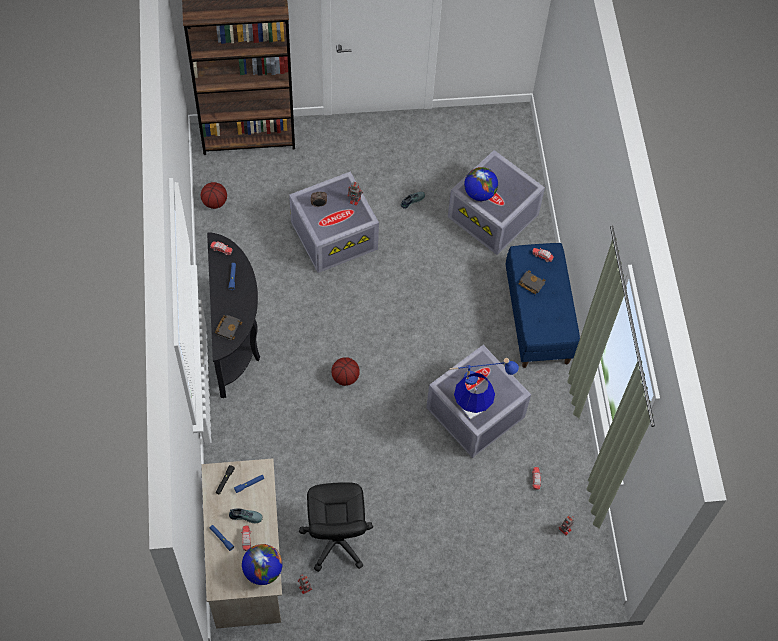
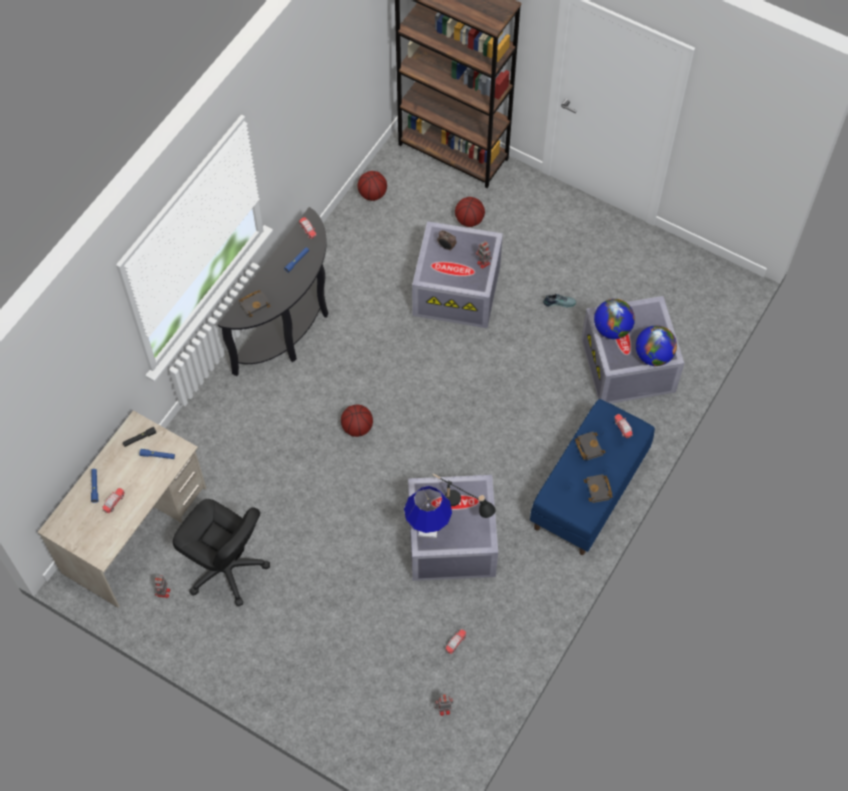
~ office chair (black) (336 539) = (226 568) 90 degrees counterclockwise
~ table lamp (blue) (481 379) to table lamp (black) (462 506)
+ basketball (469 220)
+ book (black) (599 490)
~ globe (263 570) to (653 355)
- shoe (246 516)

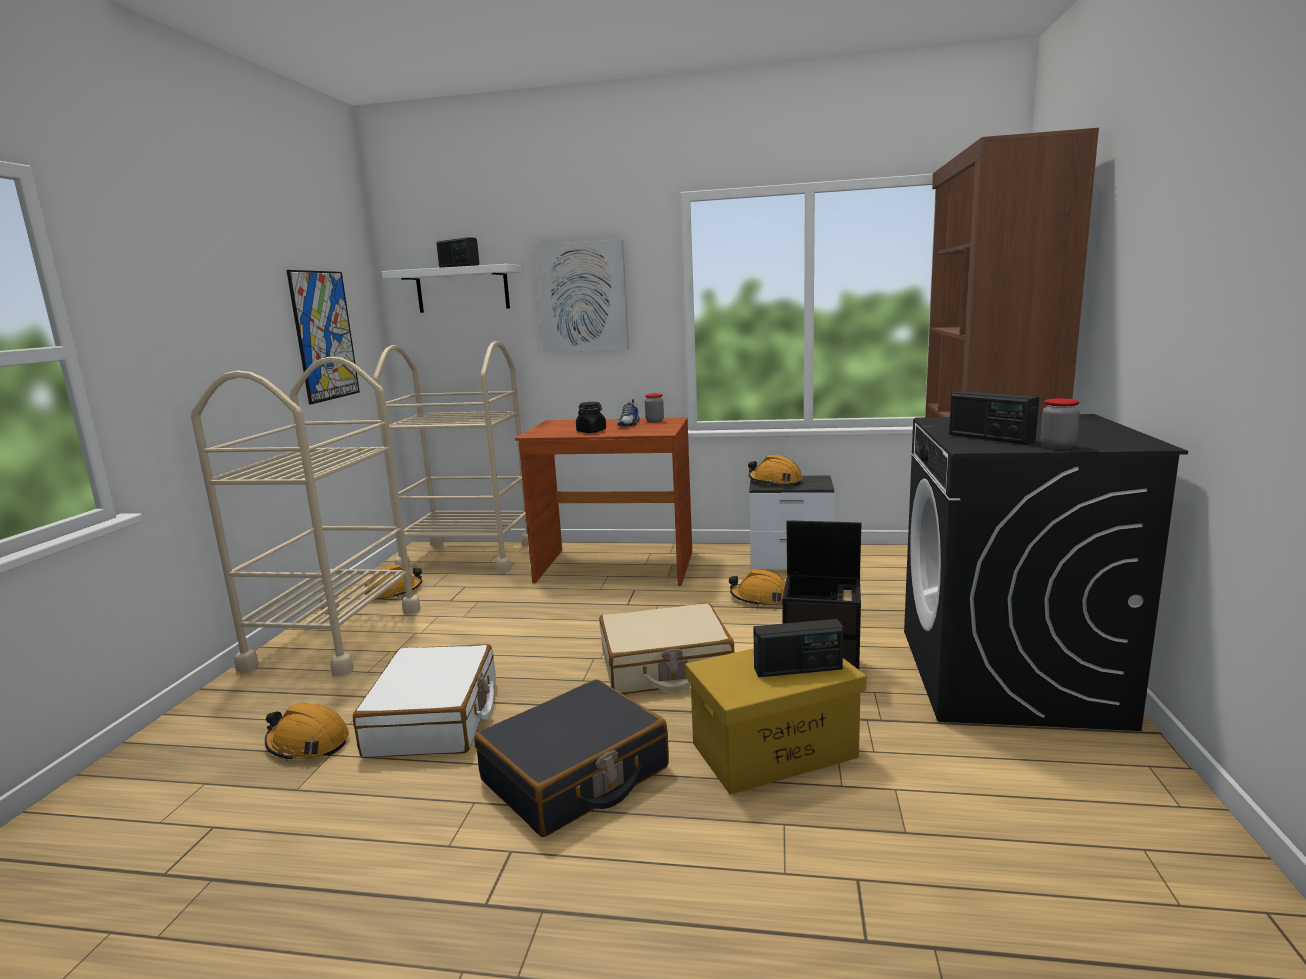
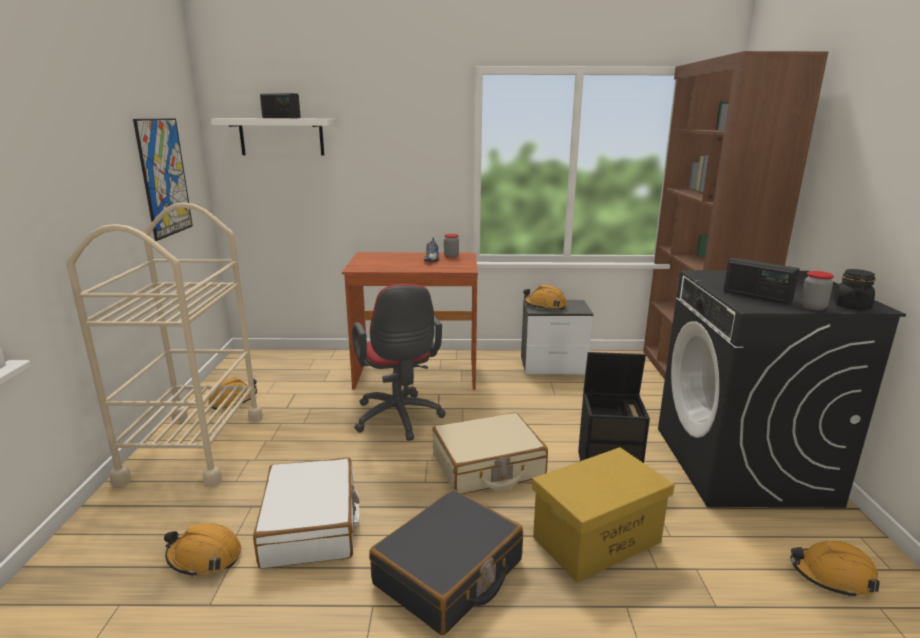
+ office chair (red) (399 419)
~ hard hat (orange) (760 598) to (832 576)
~ jar (black) (591 431) to (851 306)
- cart (beige) (468 556)
- picture (583 297)
- radio (798 669)

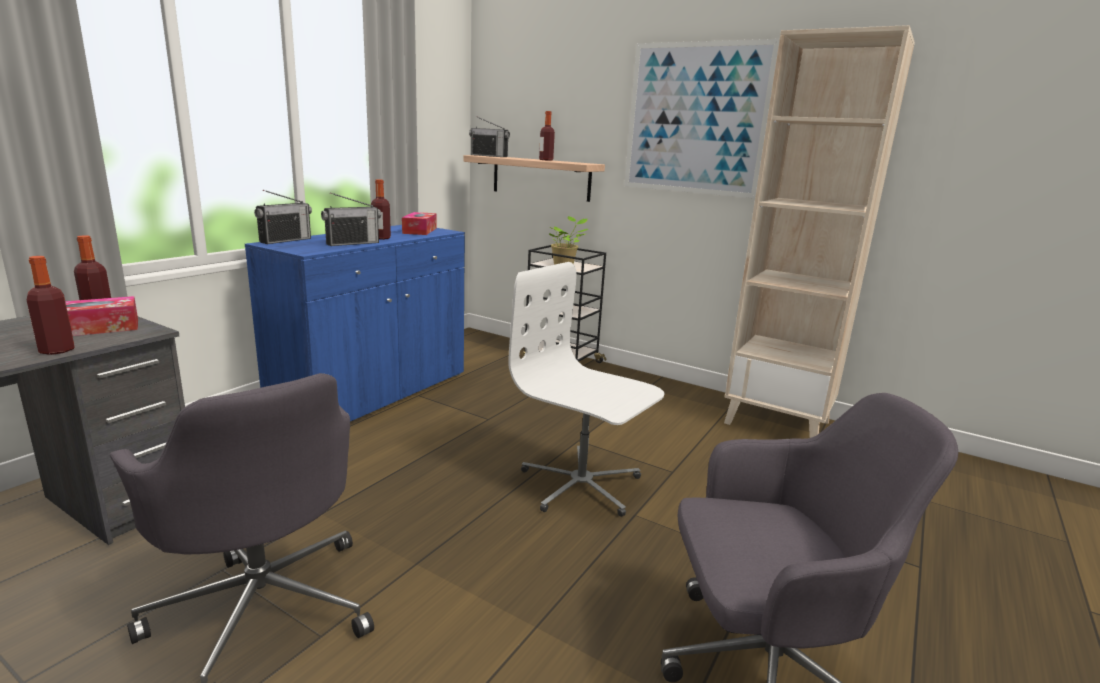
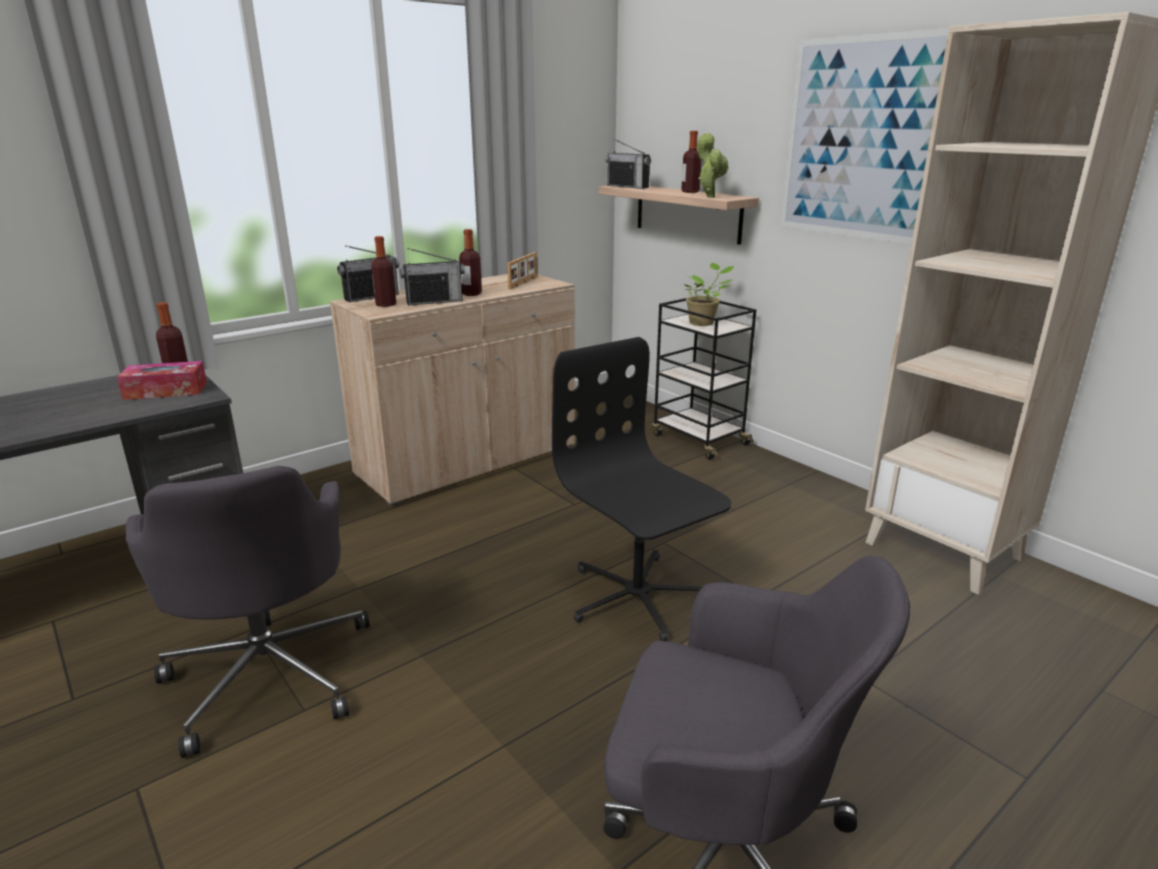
~ cabinet (blue) (373 393) to cabinet (beige) (468 461)
~ bottle (57 350) to (386 304)
~ tissue box (420 231) to picture frame (524 283)
~ office chair (white) (581 485) to office chair (black) (636 597)
+ potted plant (709 196)

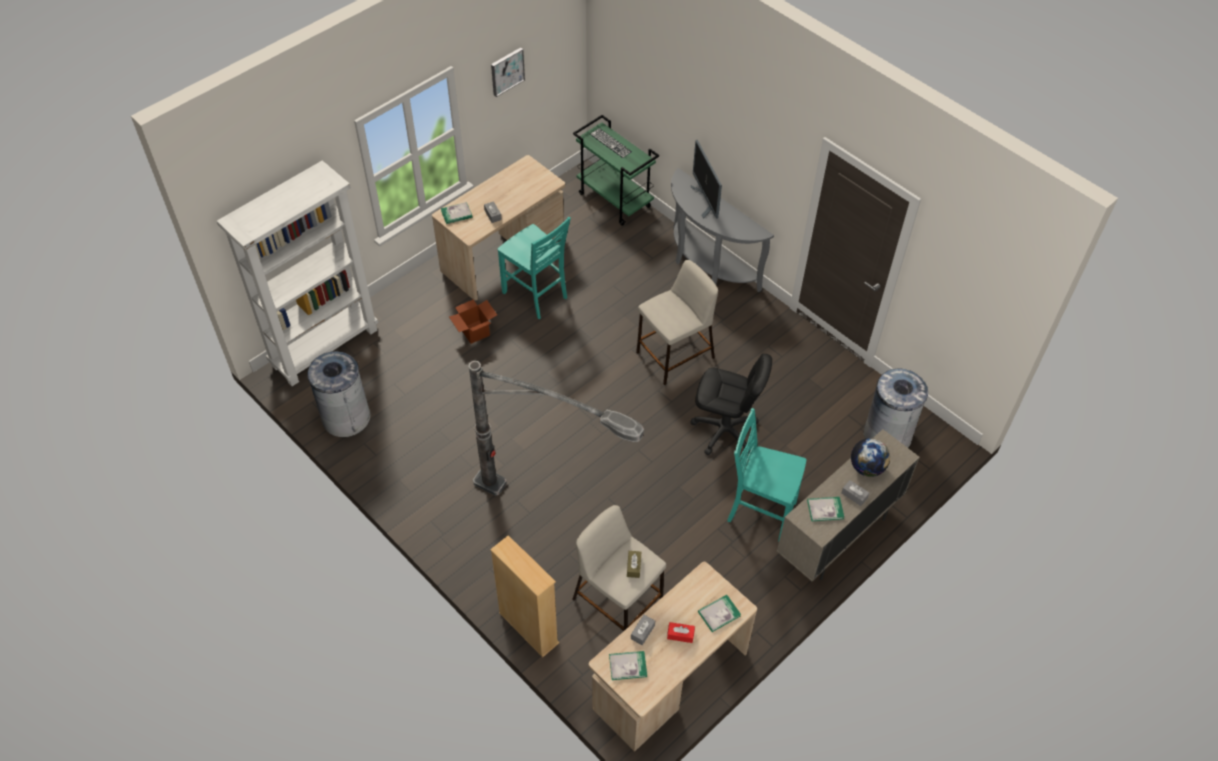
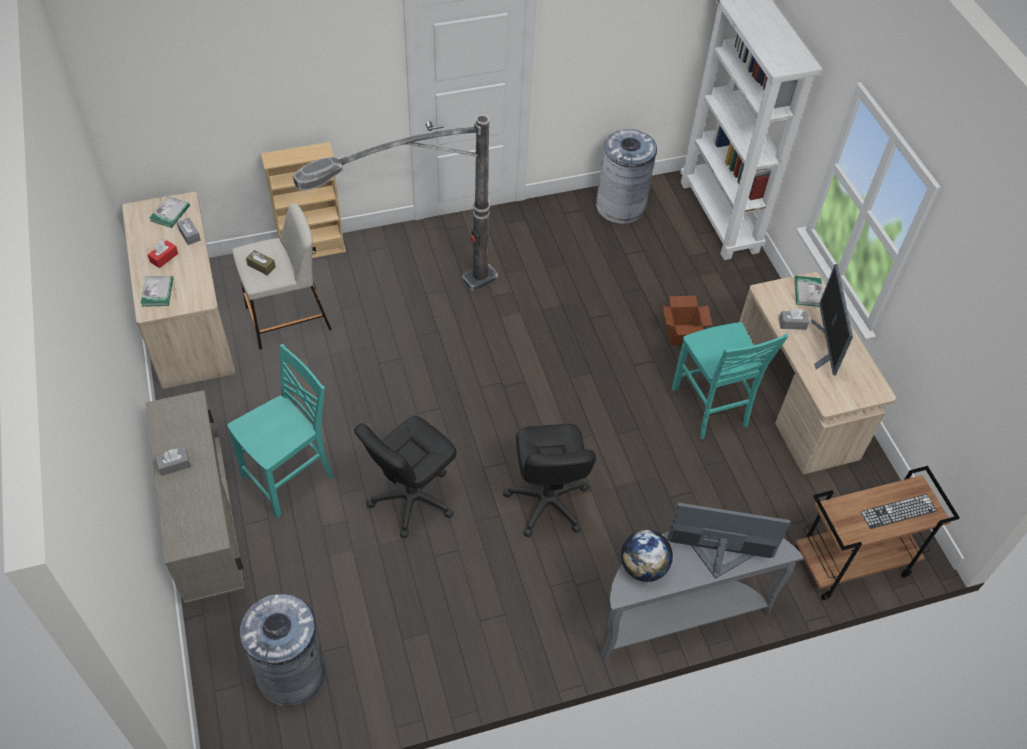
~ stool (beige) (674 356) to office chair (black) (547 502)
~ globe (867 468) to (643 567)
~ chair (turquoise) (536 295) = (711 408) 90 degrees counterclockwise
~ cart (green) (615 200) to cart (brown) (851 564)
+ monitor (827 347)
- picture (507 71)
- book (825 509)

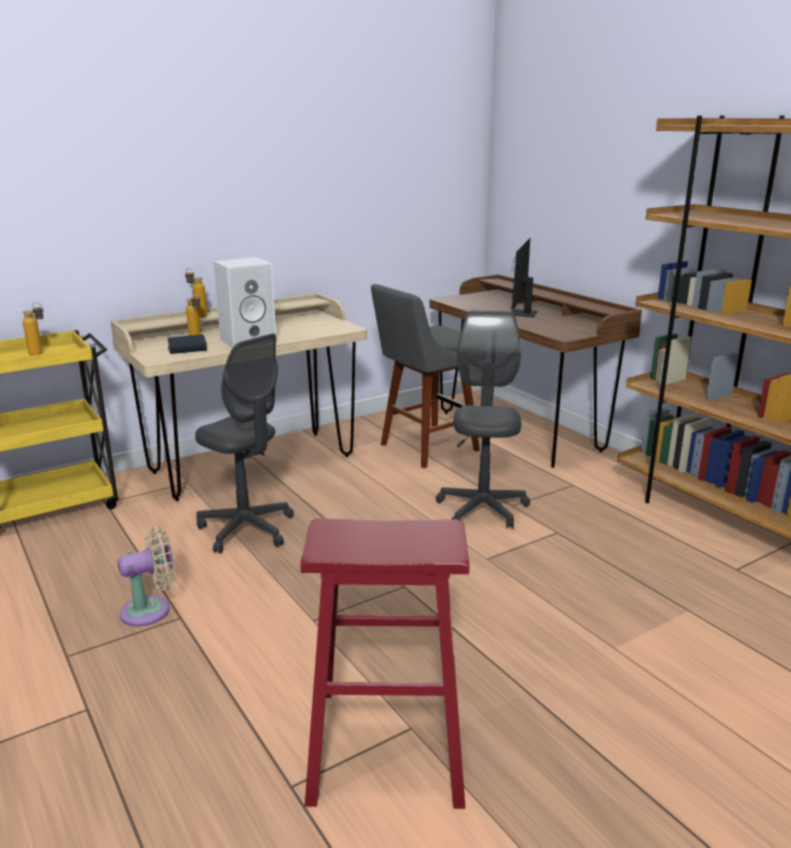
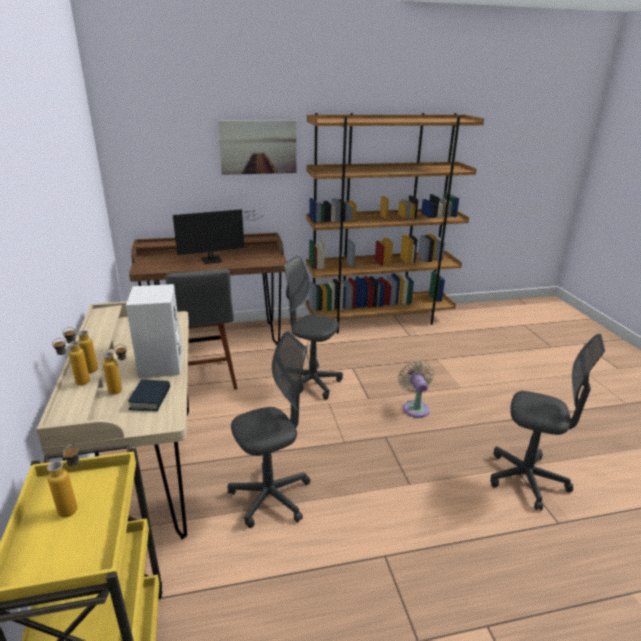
+ bottle (76 384)
~ monitor (521 314) = (215 260) 60 degrees counterclockwise
+ picture (258 147)
~ fan (beige) (151 610) to (415 407)
~ stool (red) (386 744) to office chair (grey) (526 479)

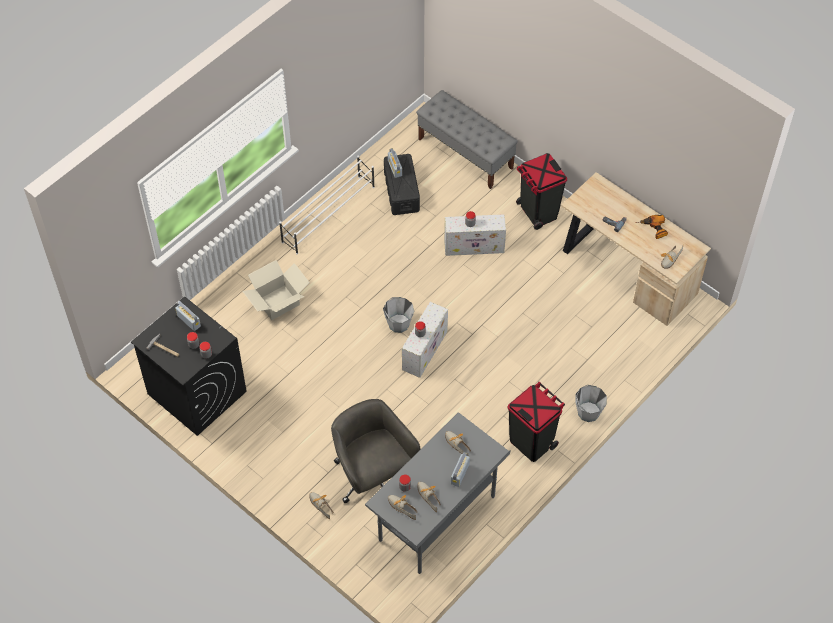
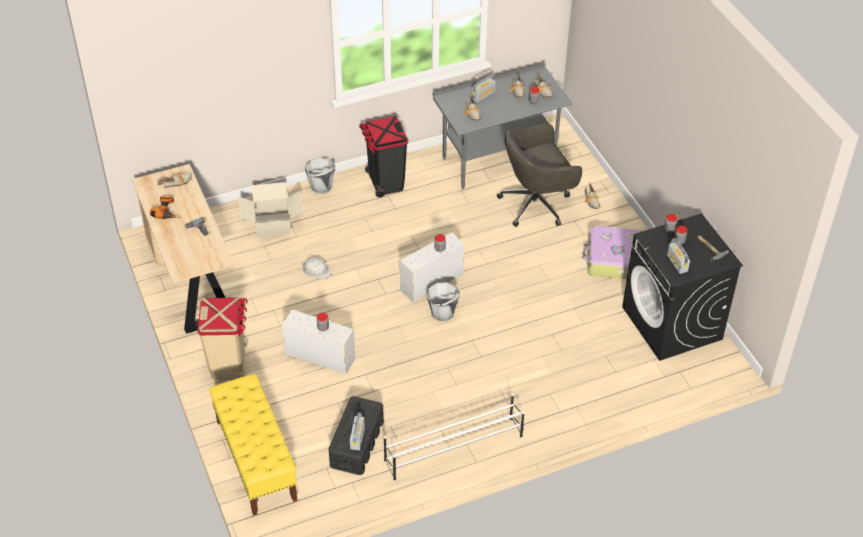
~ trash can (black) (538 212) to trash can (beige) (229 364)
~ bench (grey) (466 153) to bench (yellow) (256 460)
~ cardboard box (277 302) to (273 225)
+ hard hat (white) (317 270)
~ office chair (grey) (373 478) = (536 204) 75 degrees clockwise
+ suitcase (613 260)

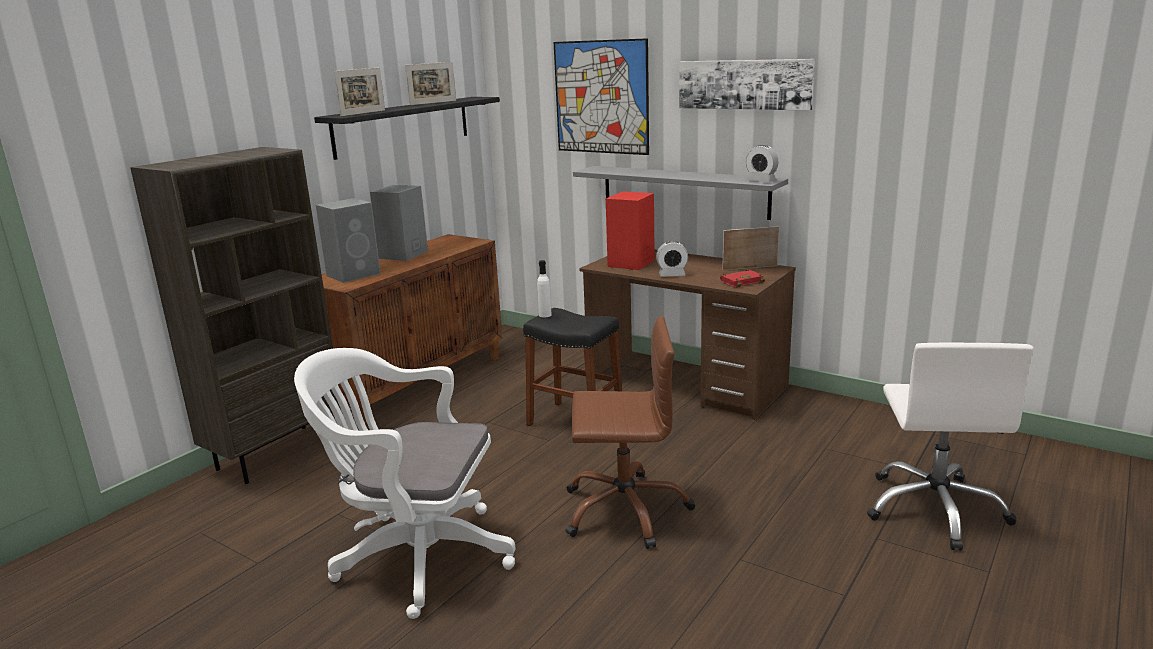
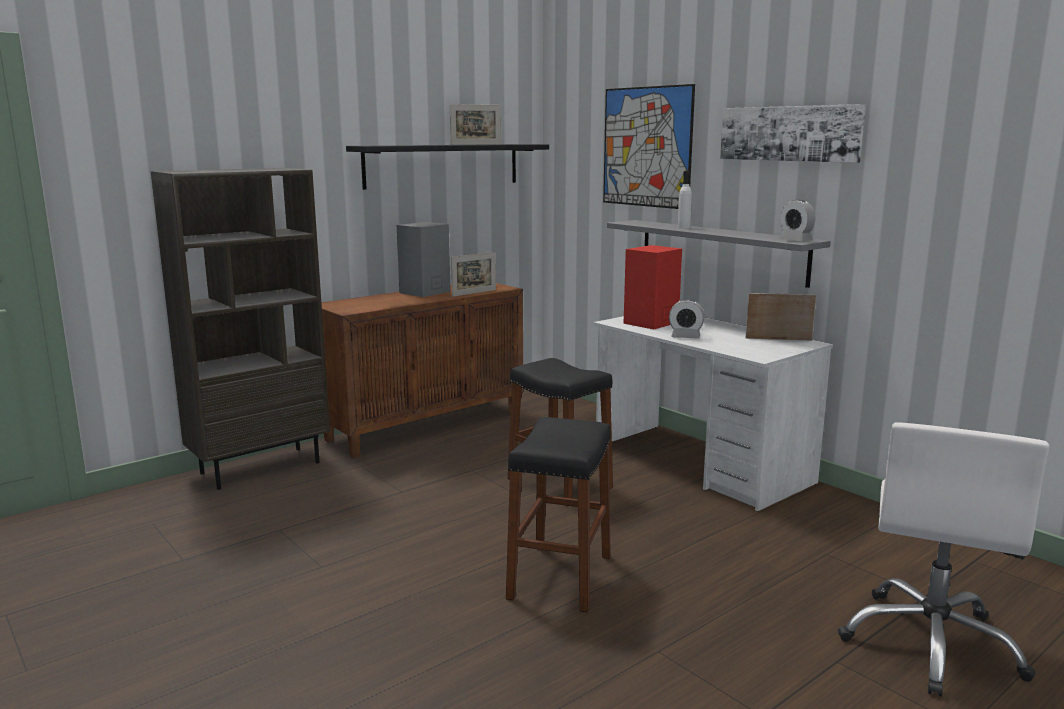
~ picture frame (363 113) to (474 293)
~ office chair (brown) (625 510) to stool (black) (560 577)
~ desk (brown) (685 383) to desk (white) (700 464)
~ bottle (white) (545 315) to (683 227)
- office chair (white) (416 556)
- speaker (grey) (354 274)
- book (red) (742 281)

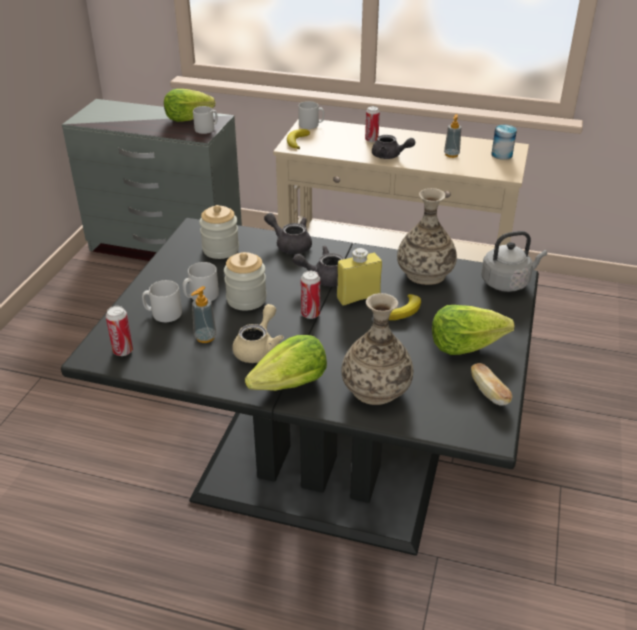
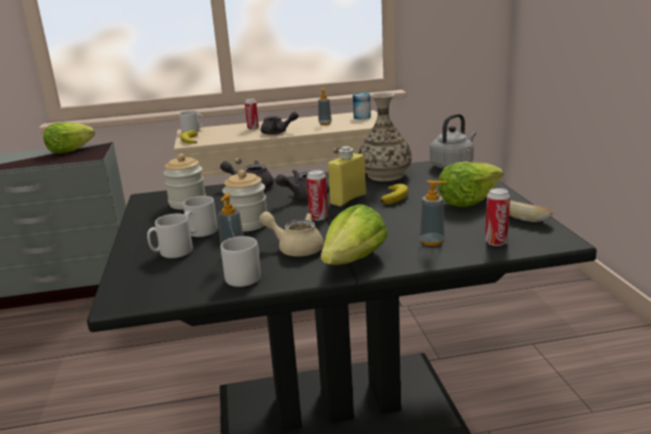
~ mug (grey) (207 129) to (246 276)
~ teapot (beige) (258 348) = (295 248) 60 degrees counterclockwise
~ vase (376 388) to soap dispenser (432 242)
~ can (123 351) to (496 242)

